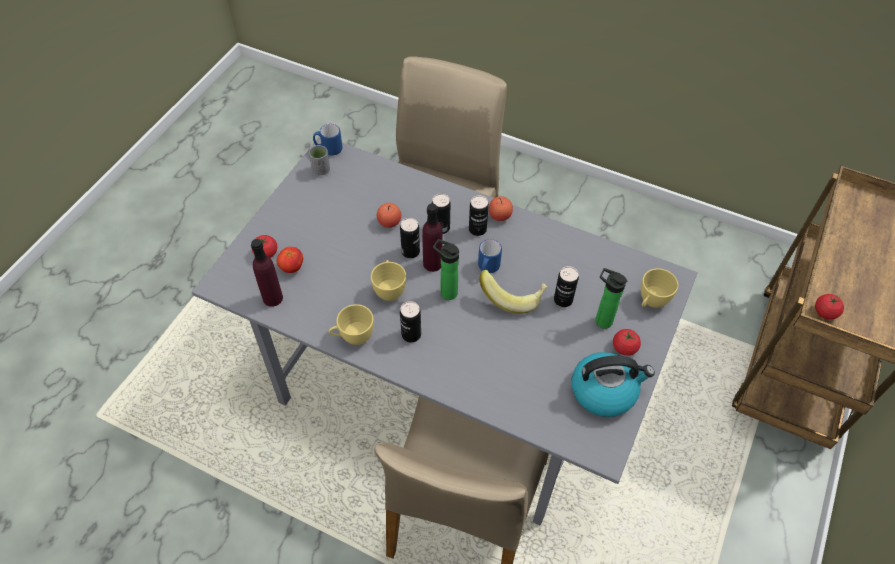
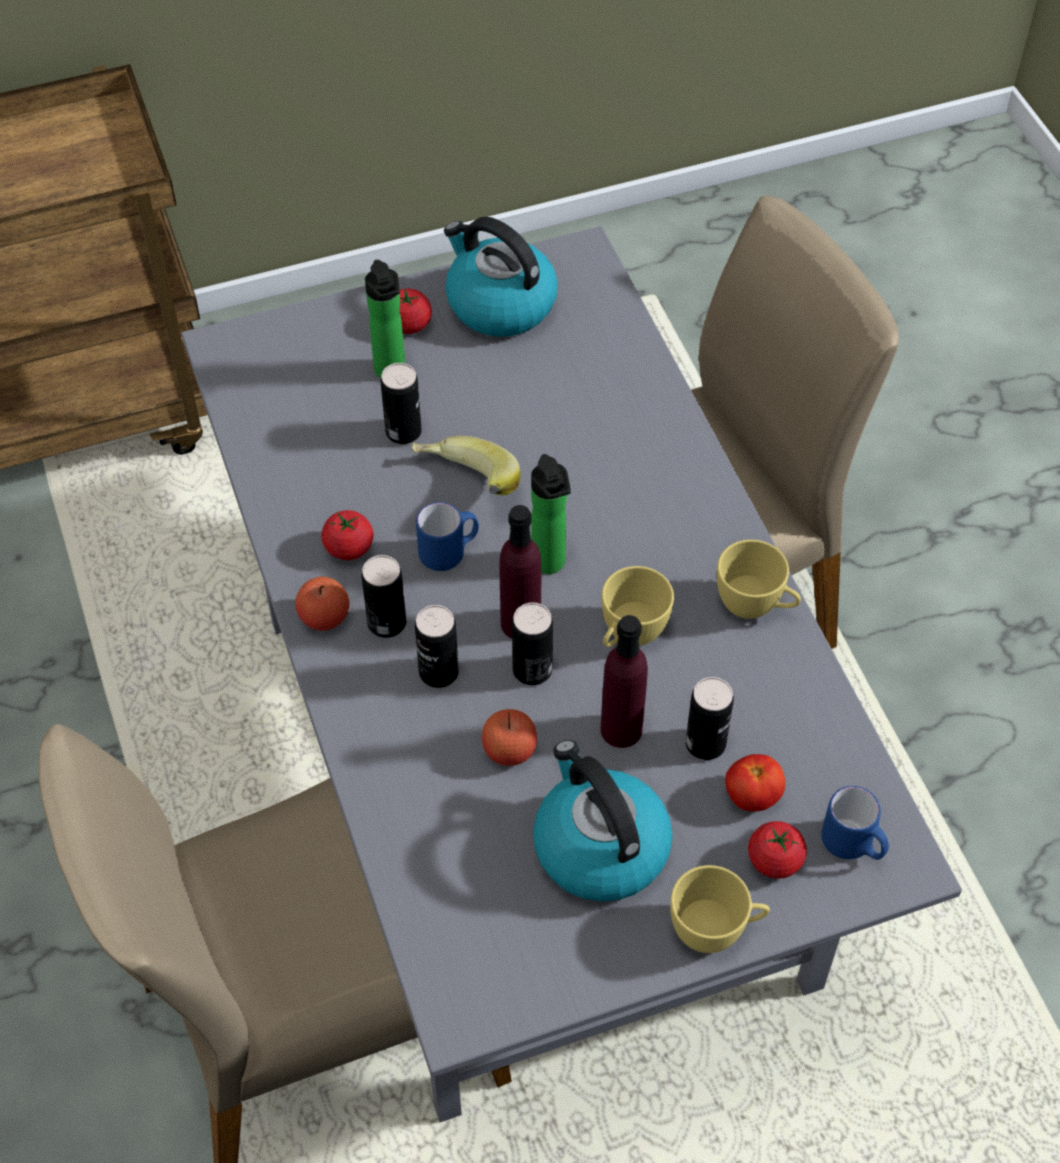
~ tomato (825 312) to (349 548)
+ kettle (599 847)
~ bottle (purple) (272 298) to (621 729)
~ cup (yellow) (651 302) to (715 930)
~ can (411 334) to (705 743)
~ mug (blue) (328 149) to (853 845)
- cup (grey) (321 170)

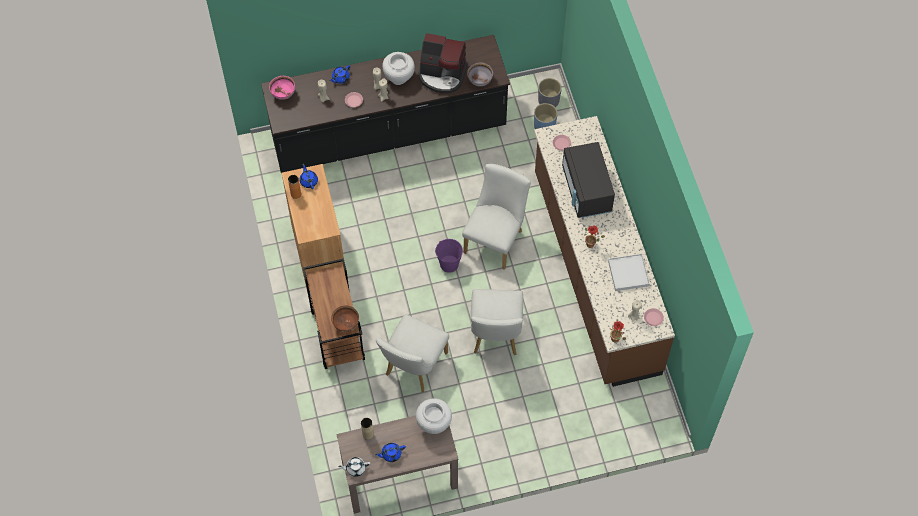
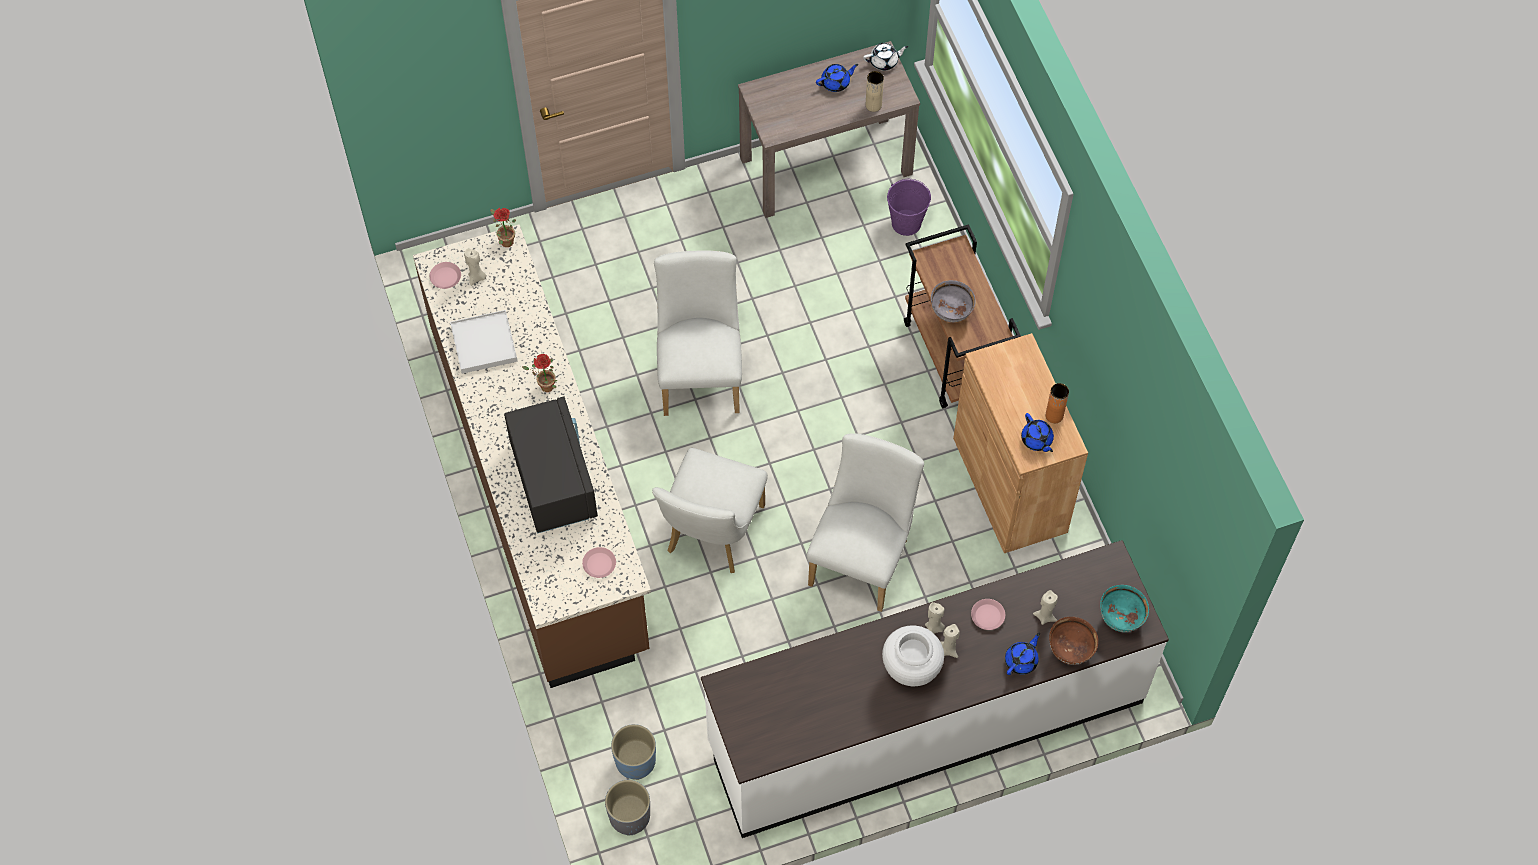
~ counter (black) (389 133) to counter (white) (925 721)
~ chair (white) (413 367) to (862 556)
~ bucket (purple) (449 264) to (906 223)
~ bowl (grey) (479 81) to (951 312)
~ bowl (brown) (346 325) to (1070 650)
~ bowl (pink) (283 94) to bowl (turquoise) (1121 618)
- vase (white) (434 424)
- coffee machine (442 74)

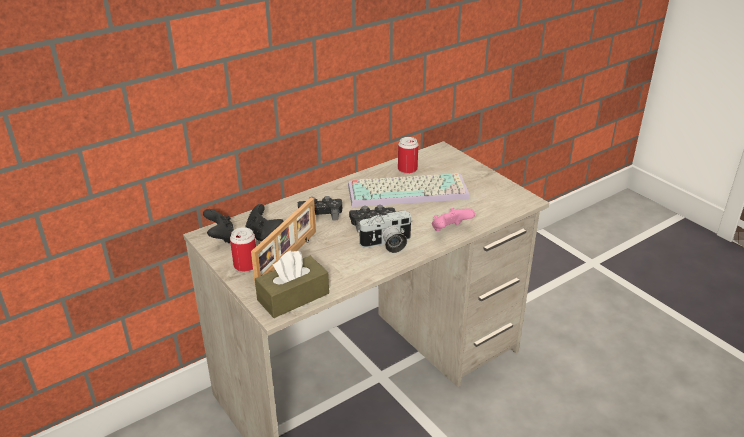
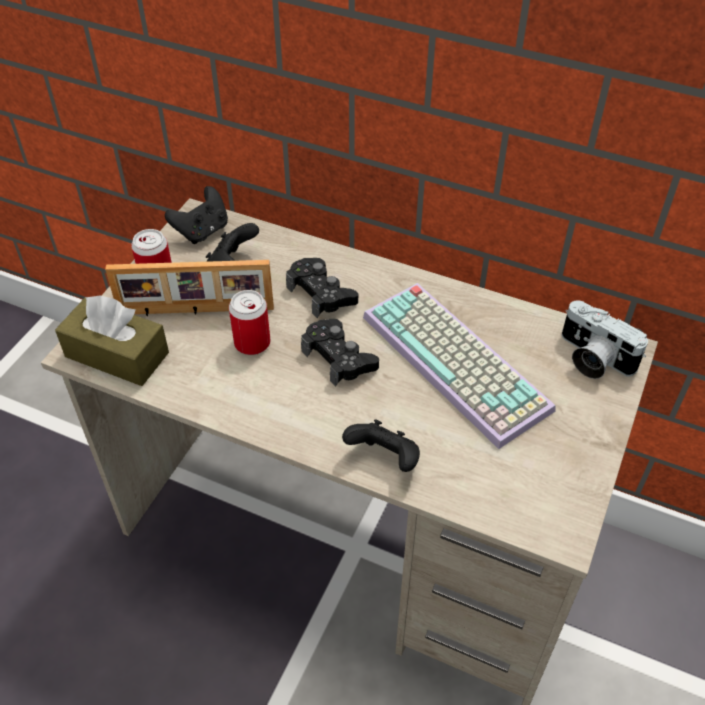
~ can (407 169) to (252 343)
~ game controller (pink) (450 230) to game controller (black) (384 458)
~ photo camera (387 245) to (592 358)

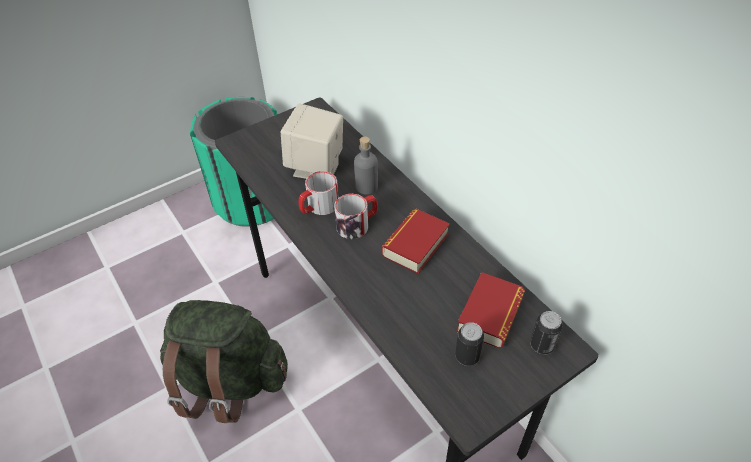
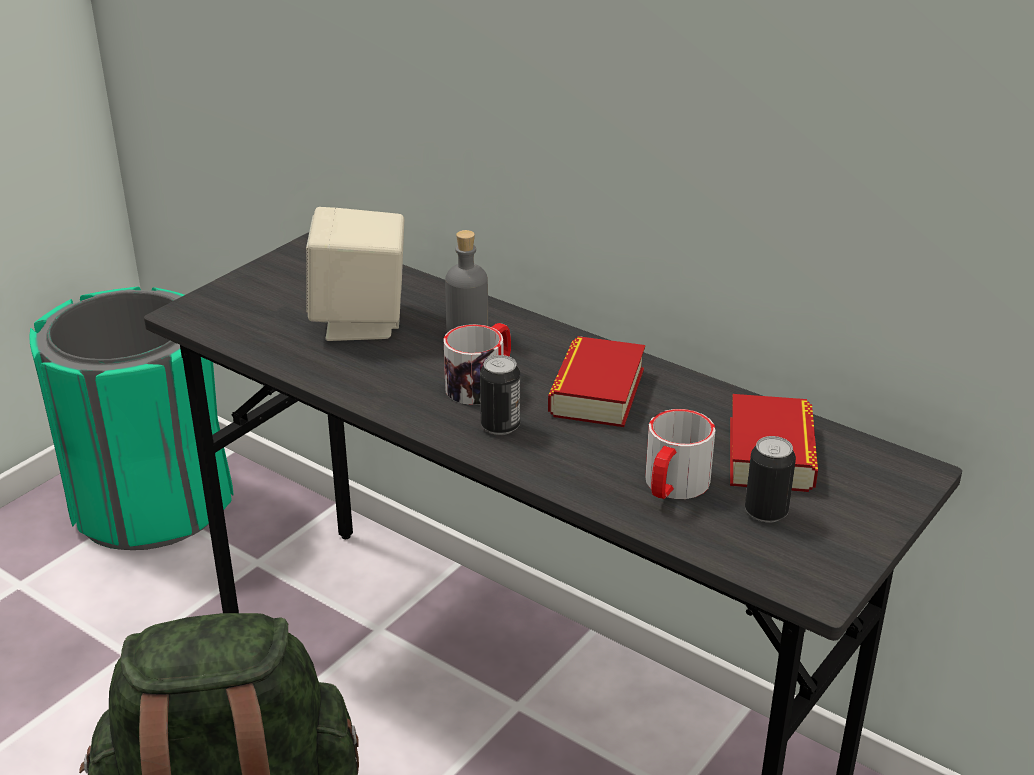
~ can (542 345) to (500 426)
~ mug (318 207) to (672 486)

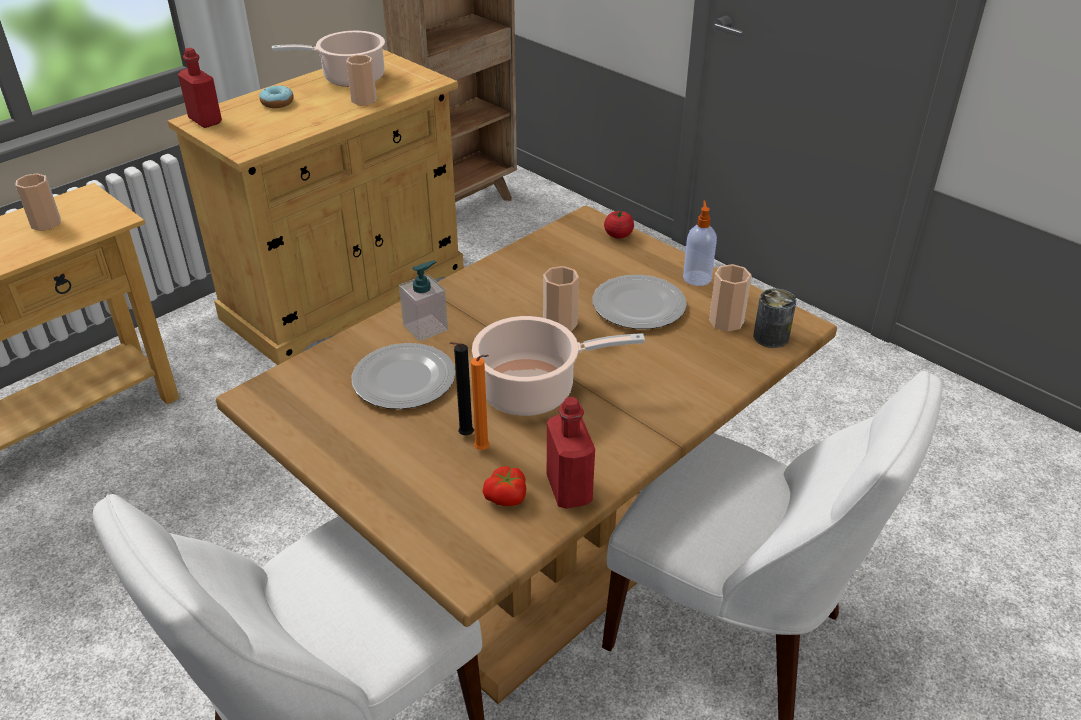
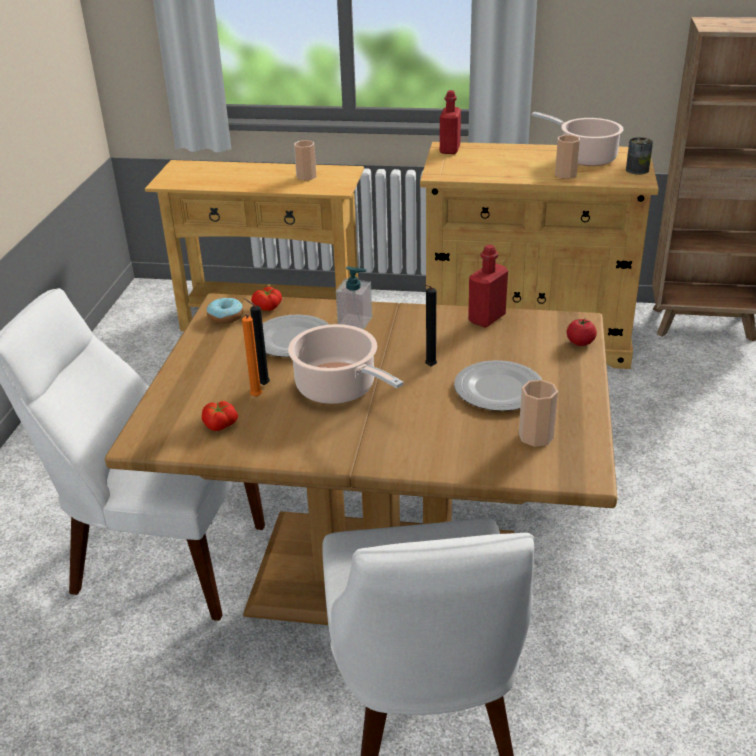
~ donut (277 103) to (225 317)
+ tomato (268 308)
~ cup (560 323) to candle (black) (429 367)
~ bottle (red) (569 489) to (486 318)
~ can (771 337) to (637 170)
- soap dispenser (697 277)

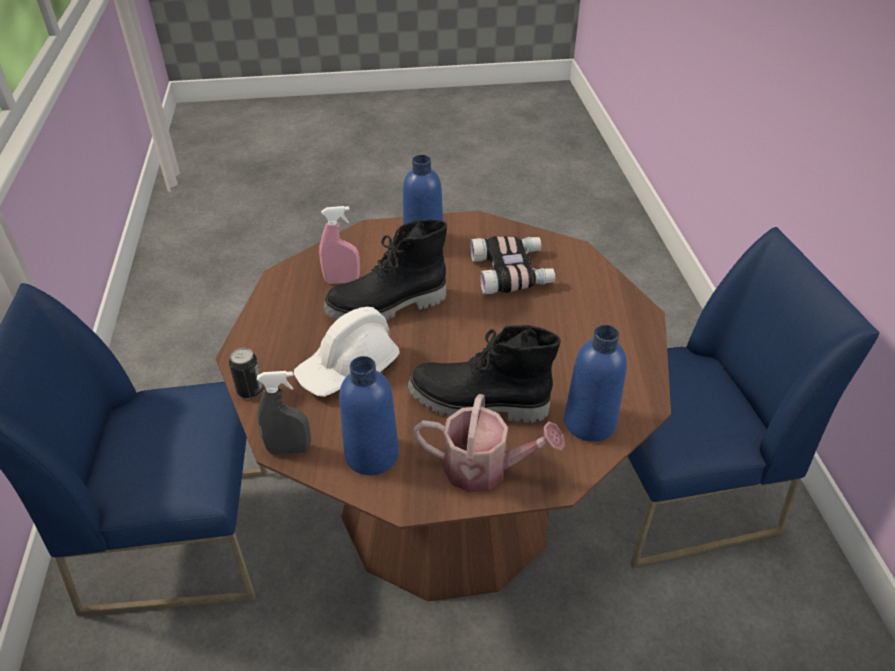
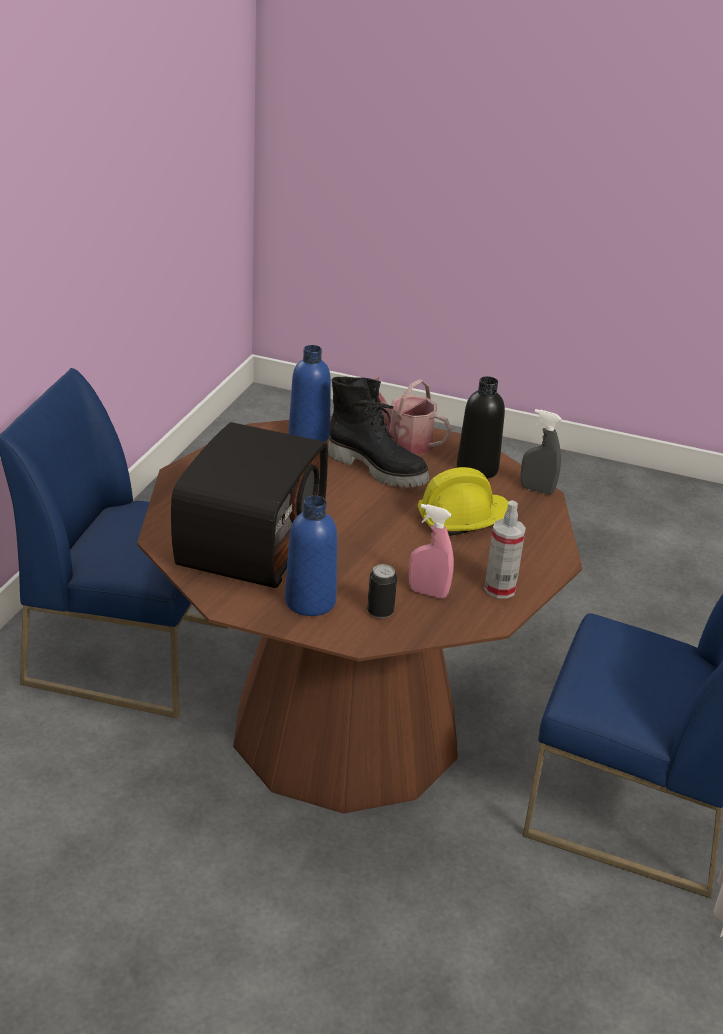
~ binoculars (512 272) to radio (249 541)
~ can (250 391) to (380 612)
~ hard hat (white) (348 368) to hard hat (yellow) (465 520)
~ bottle (blue) (371 454) to bottle (black) (477 469)
+ spray bottle (500 589)
- boot (black) (387 307)

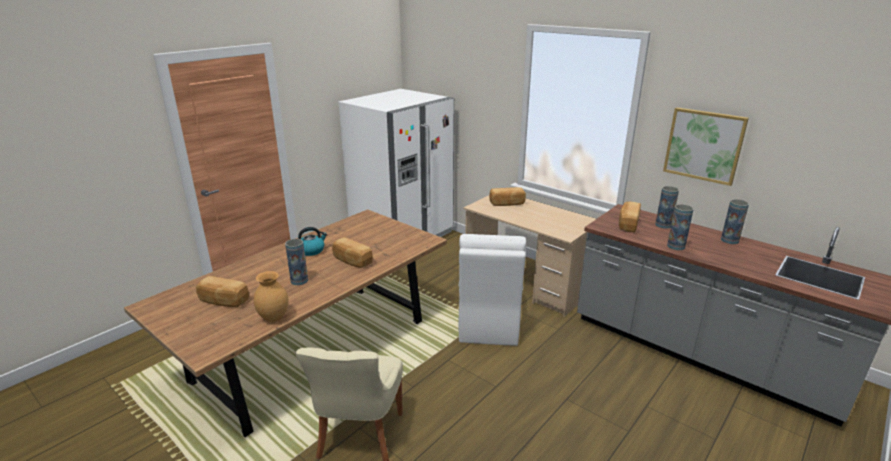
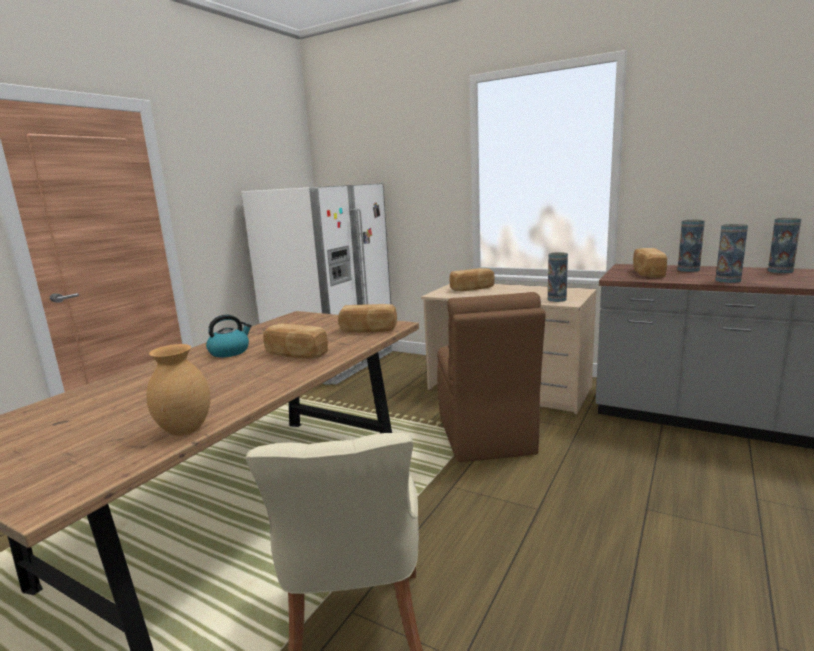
~ bread (223 301) to (368 330)
~ chair (white) (488 324) to chair (brown) (485 436)
~ vase (299 280) to (557 299)
- picture (704 145)

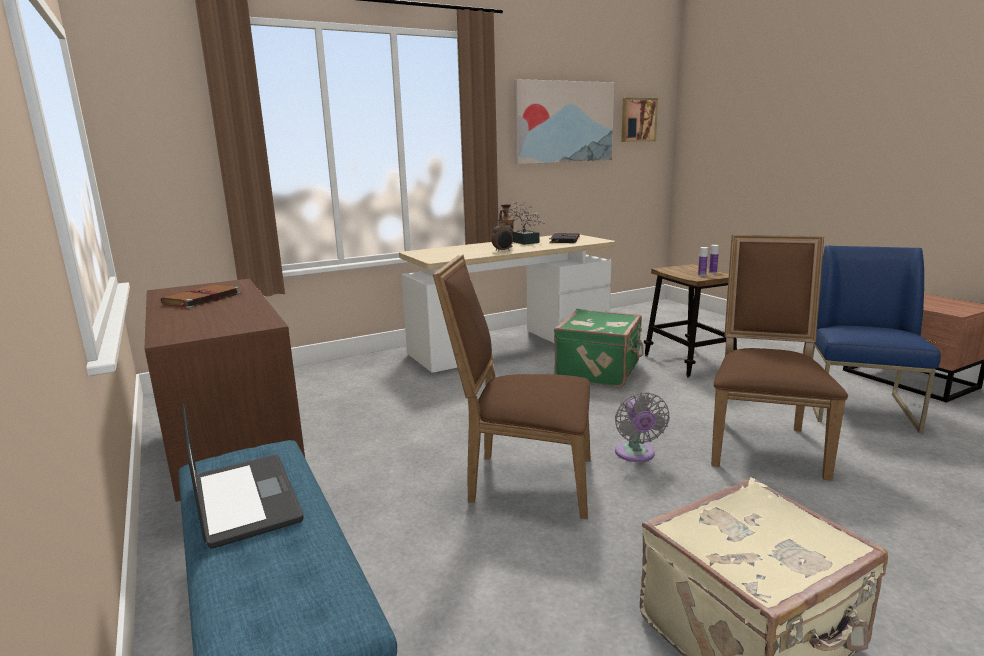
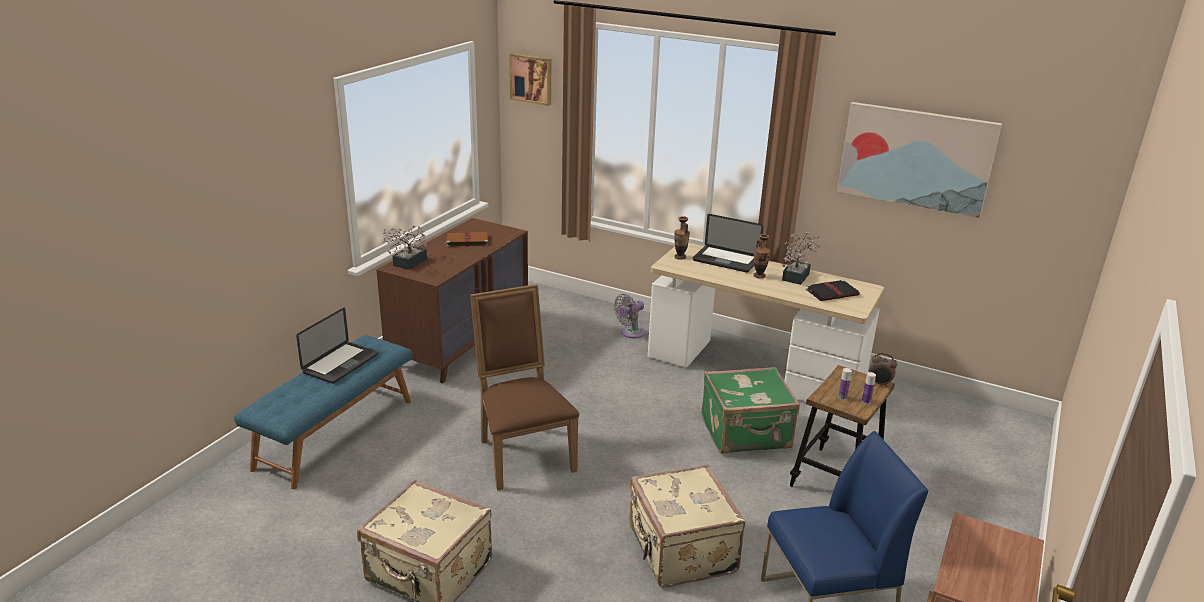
+ potted plant (407 264)
~ picture (638 120) to (531 79)
~ fan (grey) (636 454) to (630 333)
~ chair (brown) (763 443) to suitcase (beige) (680 551)
+ vase (680 257)
+ laptop (725 260)
~ alarm clock (503 251) to (879 384)

